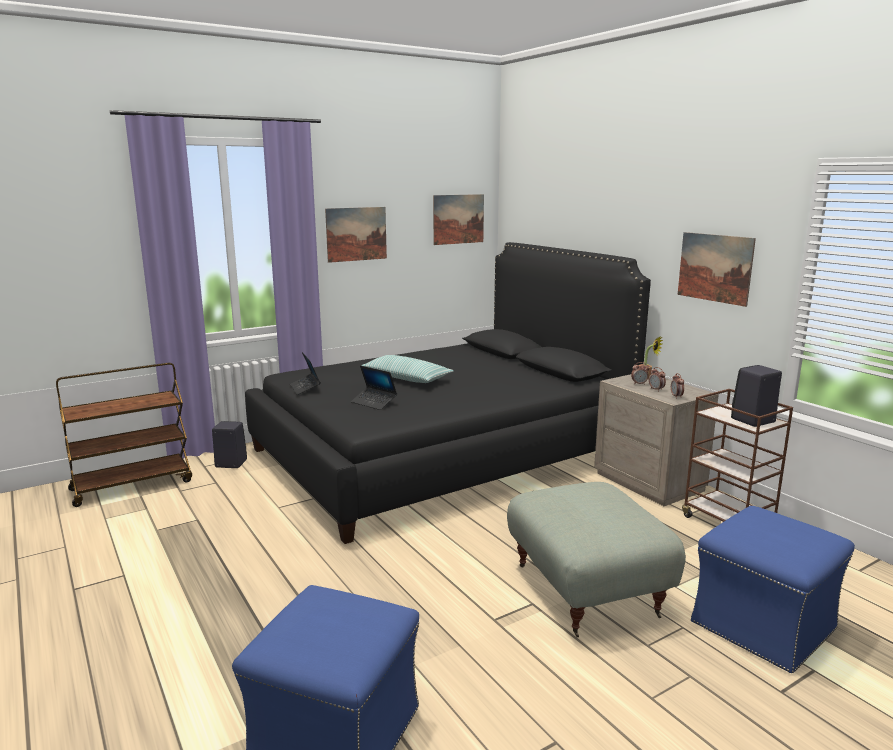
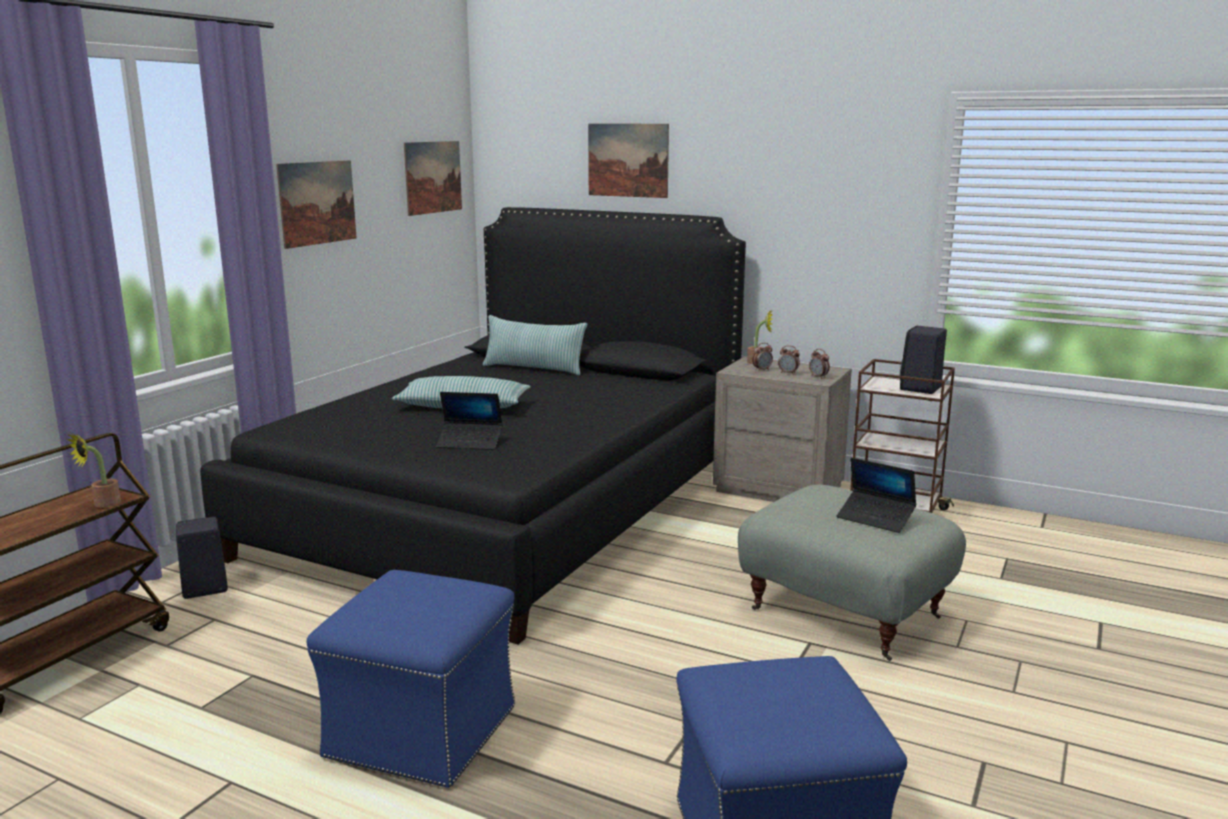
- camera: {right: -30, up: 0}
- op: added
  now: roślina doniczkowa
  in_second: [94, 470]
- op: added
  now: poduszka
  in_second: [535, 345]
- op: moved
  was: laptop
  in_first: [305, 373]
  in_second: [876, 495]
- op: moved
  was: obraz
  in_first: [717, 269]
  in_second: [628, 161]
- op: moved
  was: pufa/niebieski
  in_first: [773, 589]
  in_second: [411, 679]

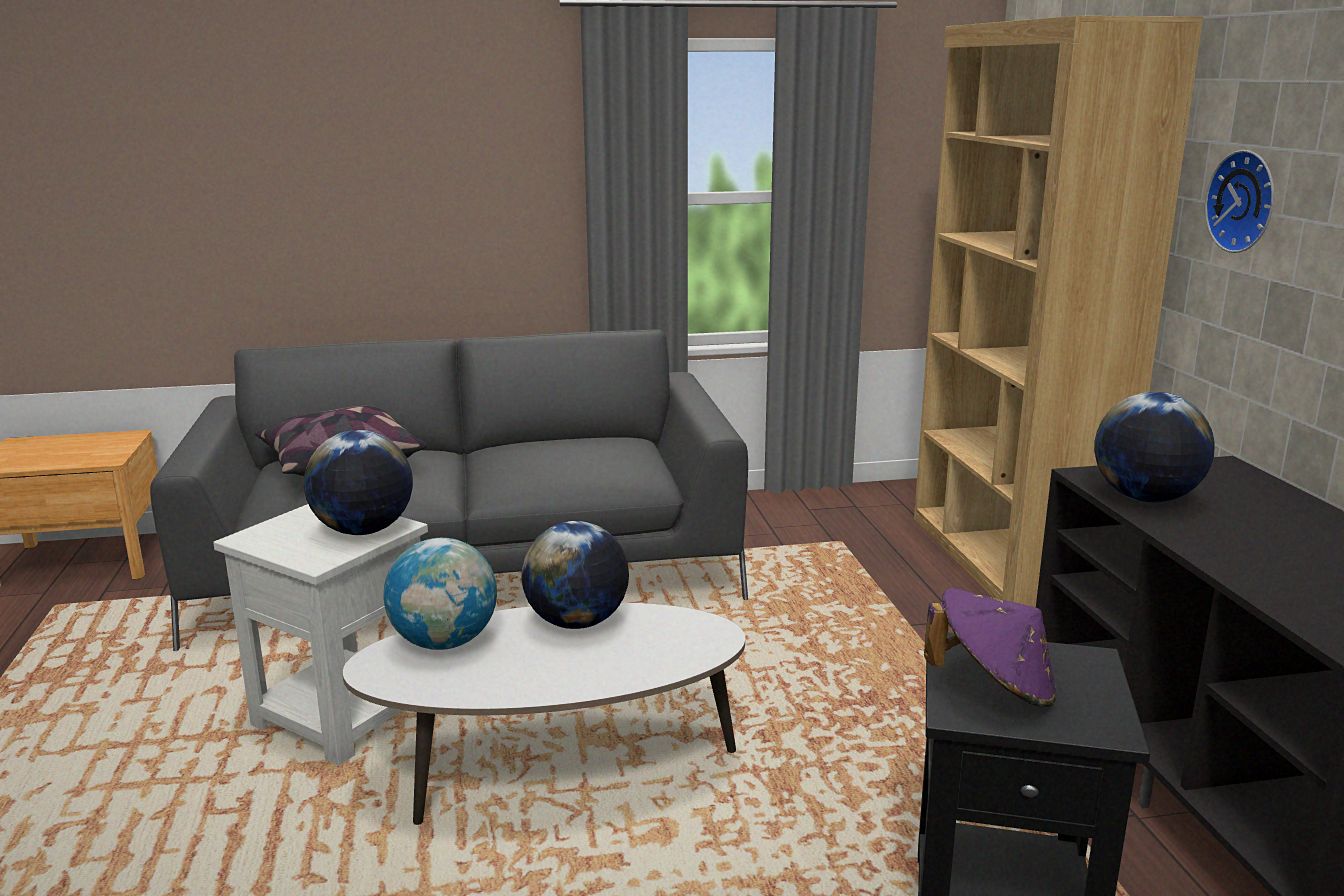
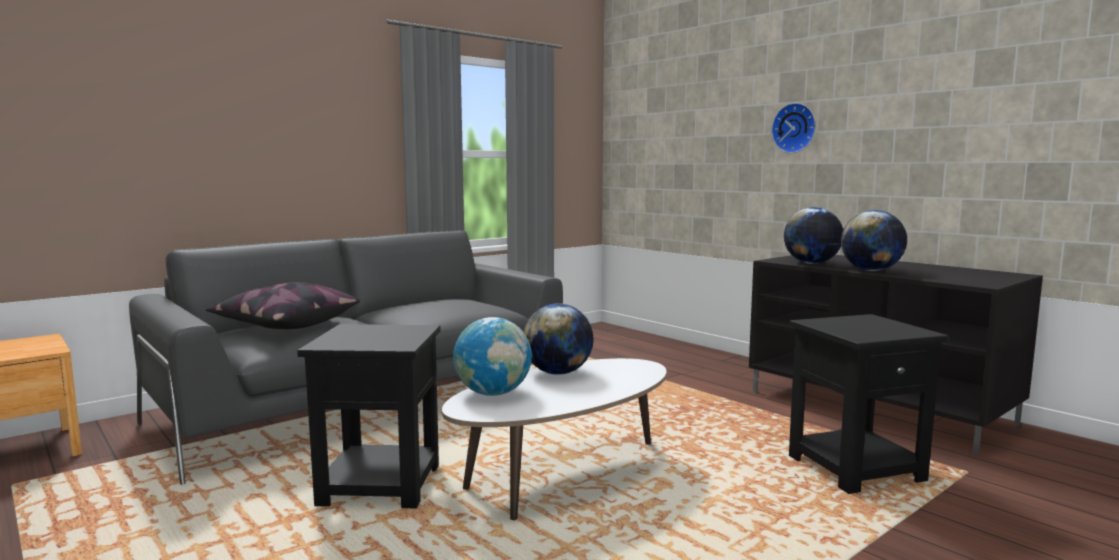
- camera: {right: -30, up: -10}
- op: removed
  was: regał/brązowy
  in_first: [1058, 311]
- op: removed
  was: kapelusz/fioletowy
  in_first: [990, 647]
- op: moved
  was: globus
  in_first: [358, 482]
  in_second: [874, 240]
- op: recoloured
  was: stolik/biały
  now: stolik/czarny
  in_first: [320, 635]
  in_second: [369, 416]

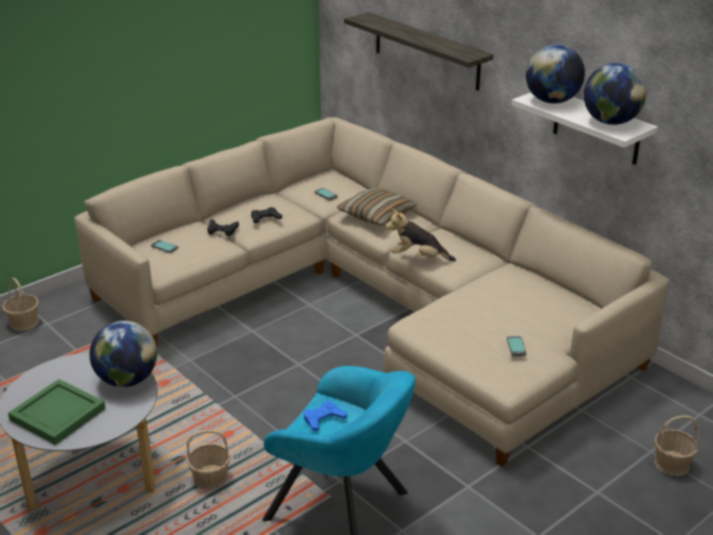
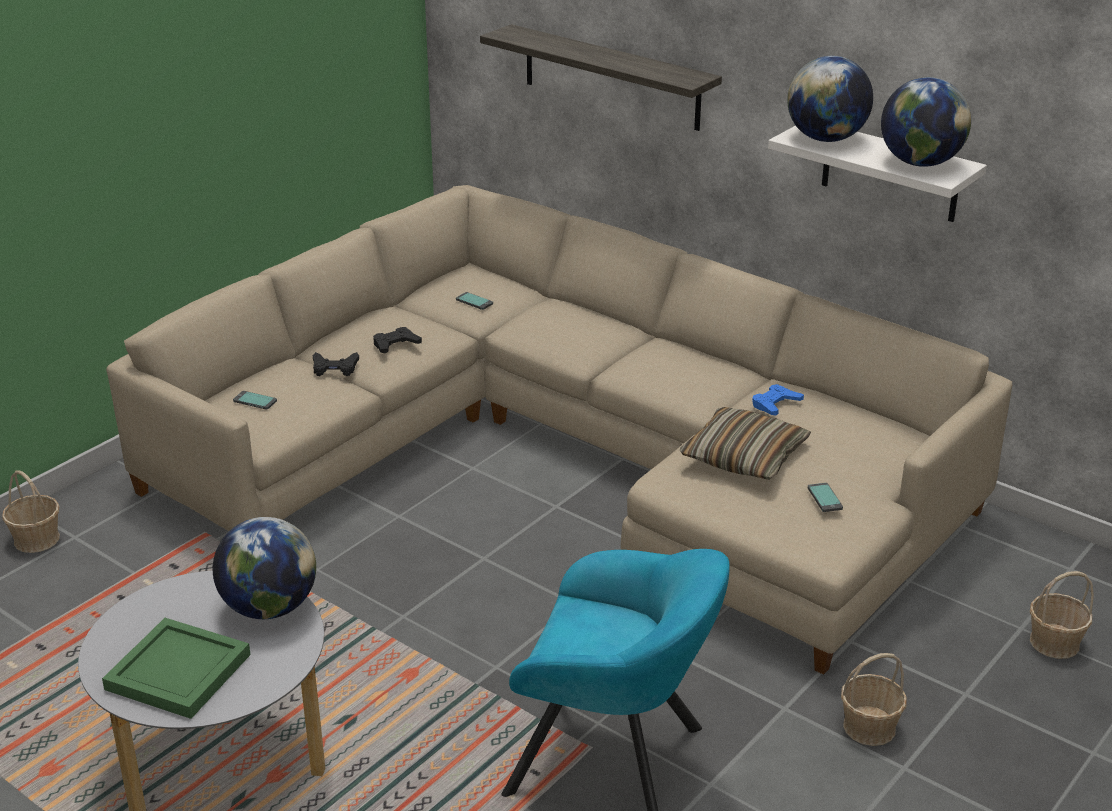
- camera: {right: -10, up: 0}
- op: removed
  was: pluszak
  in_first: [421, 235]
- op: moved
  was: koszyk
  in_first: [209, 460]
  in_second: [874, 699]
- op: moved
  was: pad do gier/niebieski
  in_first: [325, 416]
  in_second: [778, 399]
- op: moved
  was: poduszka
  in_first: [377, 207]
  in_second: [745, 443]

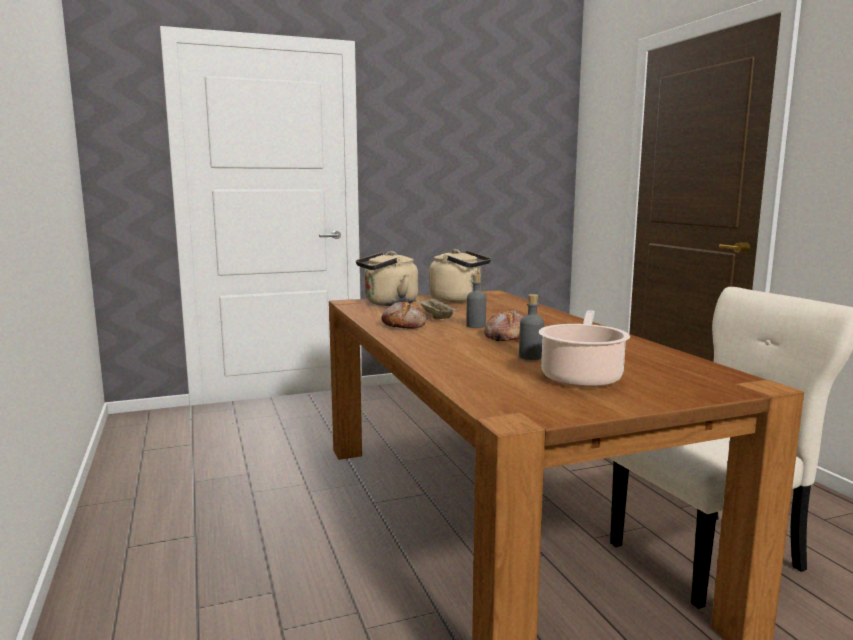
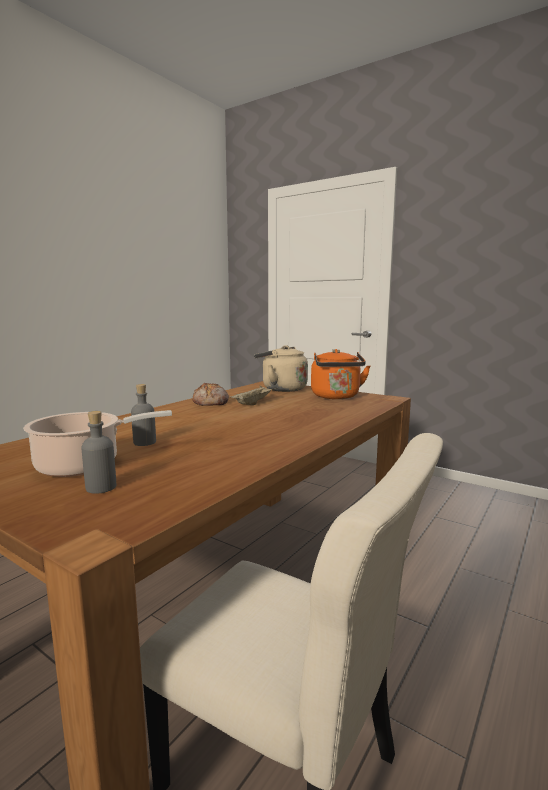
- camera: {right: 55, up: 0}
- op: removed
  was: chleb
  in_first: [503, 325]
- op: moved
  was: butelka/szary
  in_first: [476, 301]
  in_second: [98, 452]
- op: recoloured
  was: czajnik/beżowy
  now: czajnik/pomarańczowy
  in_first: [460, 275]
  in_second: [340, 374]

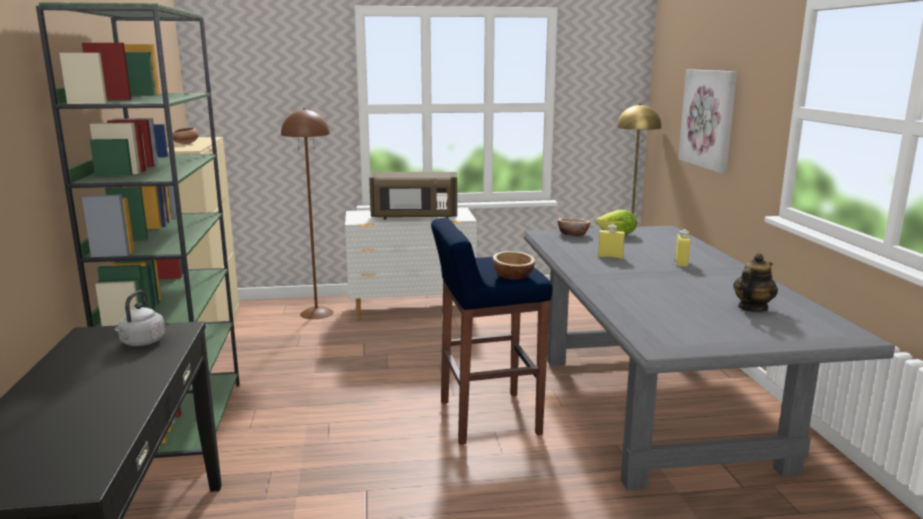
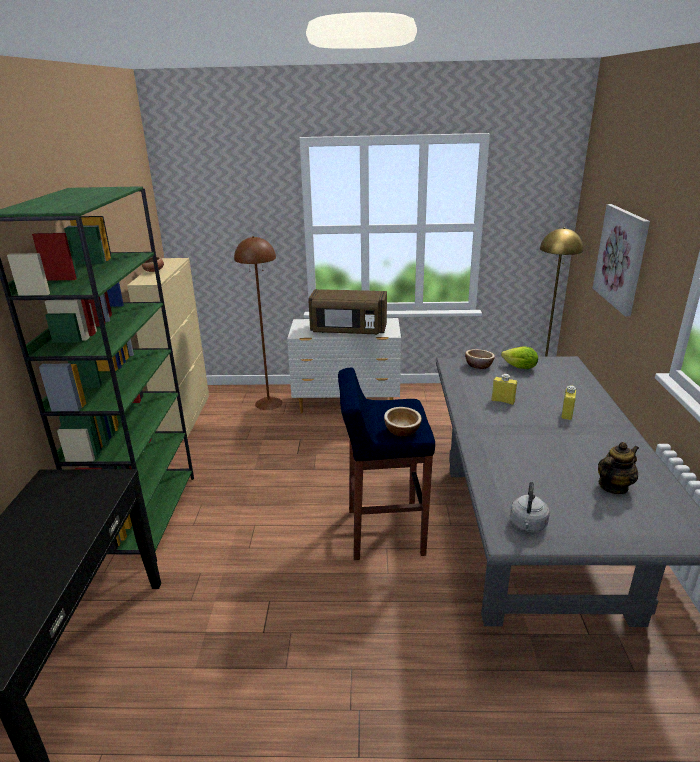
- camera: {right: 10, up: 10}
- op: moved
  was: czajnik/szary
  in_first: [140, 318]
  in_second: [530, 507]

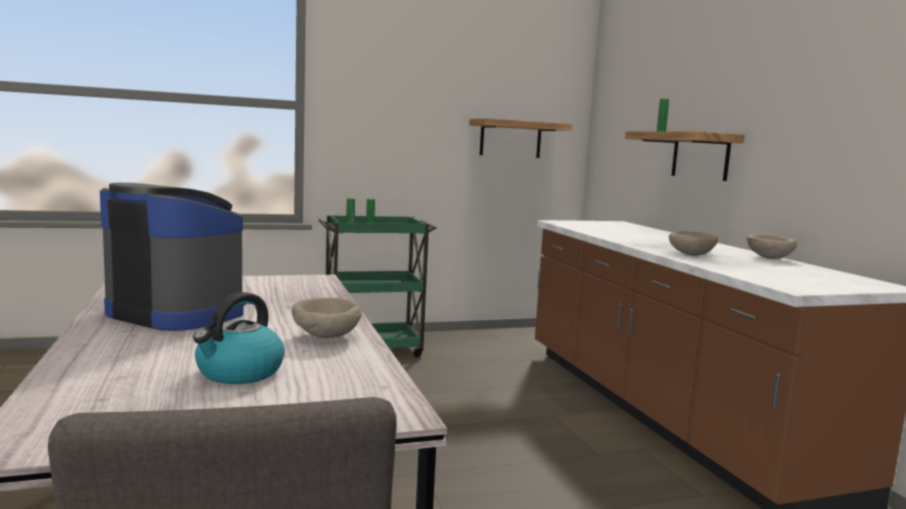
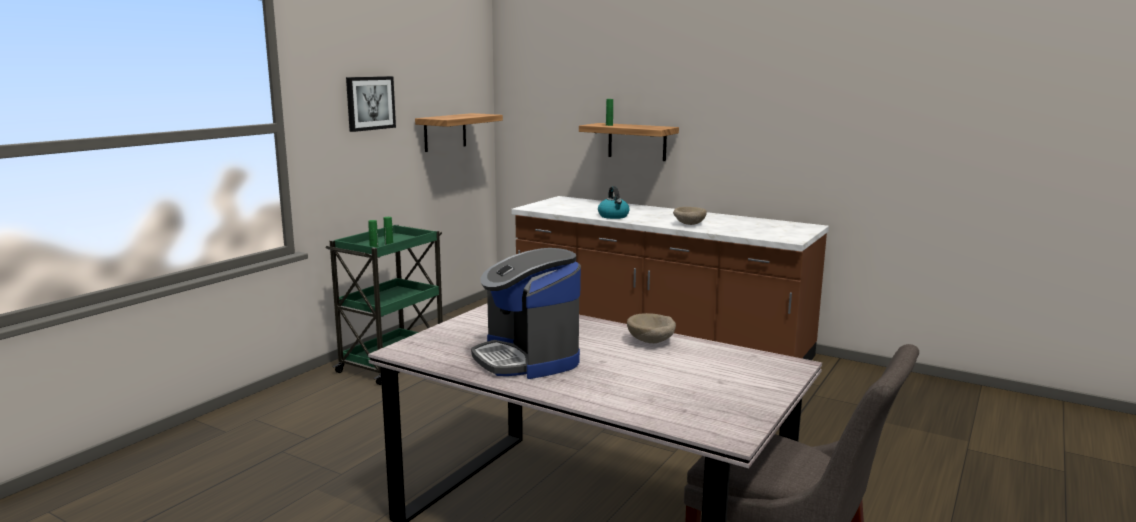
- camera: {right: -40, up: 5}
- op: removed
  was: miska/beżowy
  in_first: [772, 247]
- op: added
  now: obraz
  in_second: [371, 104]
- op: moved
  was: czajnik
  in_first: [239, 338]
  in_second: [614, 202]
- op: turned
  was: ekspres do kawy
  in_first: [173, 257]
  in_second: [526, 313]
  clockwise: -105

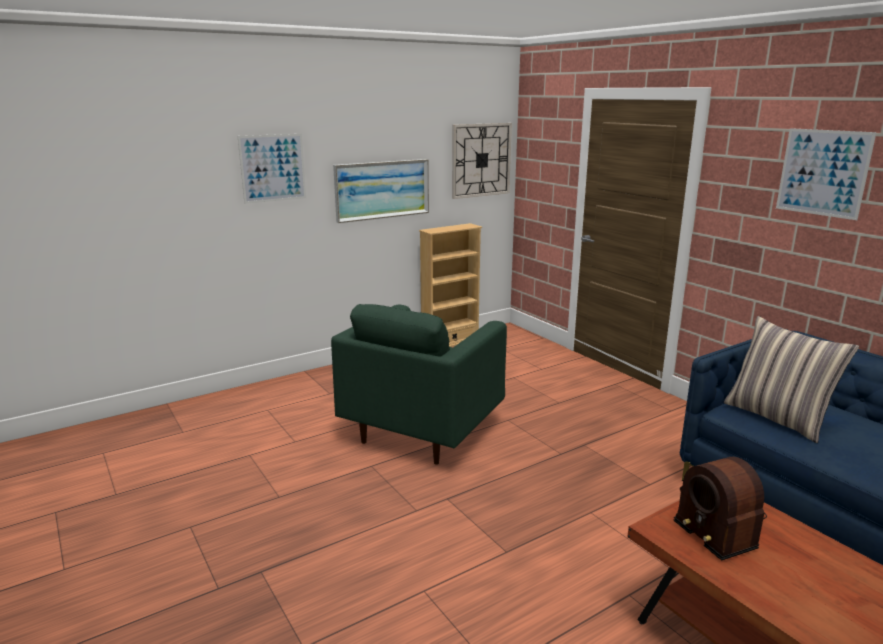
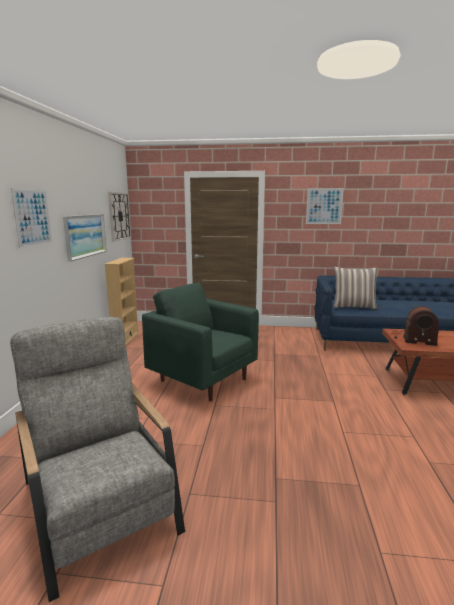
- camera: {right: -50, up: -5}
- op: added
  now: fotel/szary
  in_second: [97, 459]
- op: turned
  was: fotel/zielony
  in_first: [419, 384]
  in_second: [200, 342]
  clockwise: 150

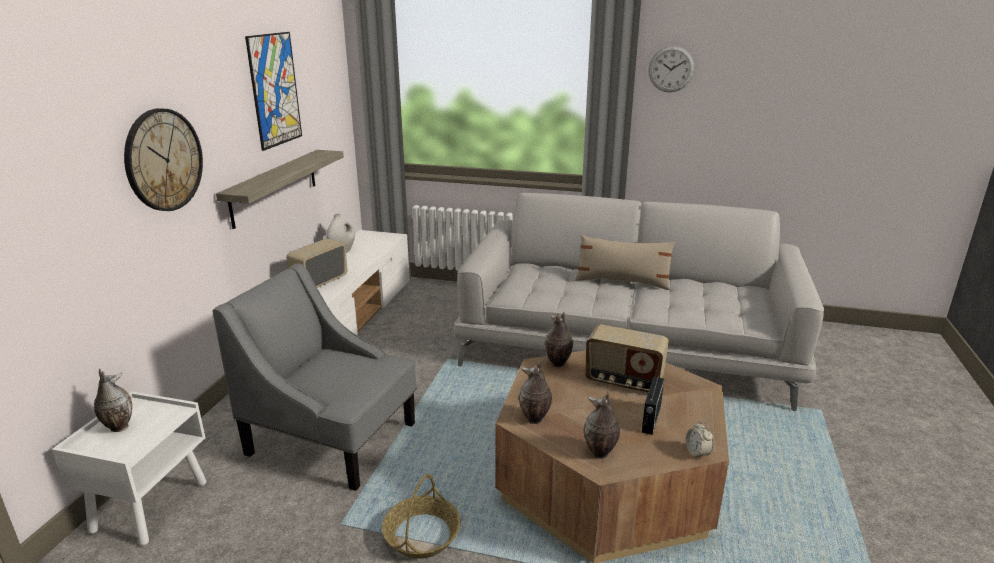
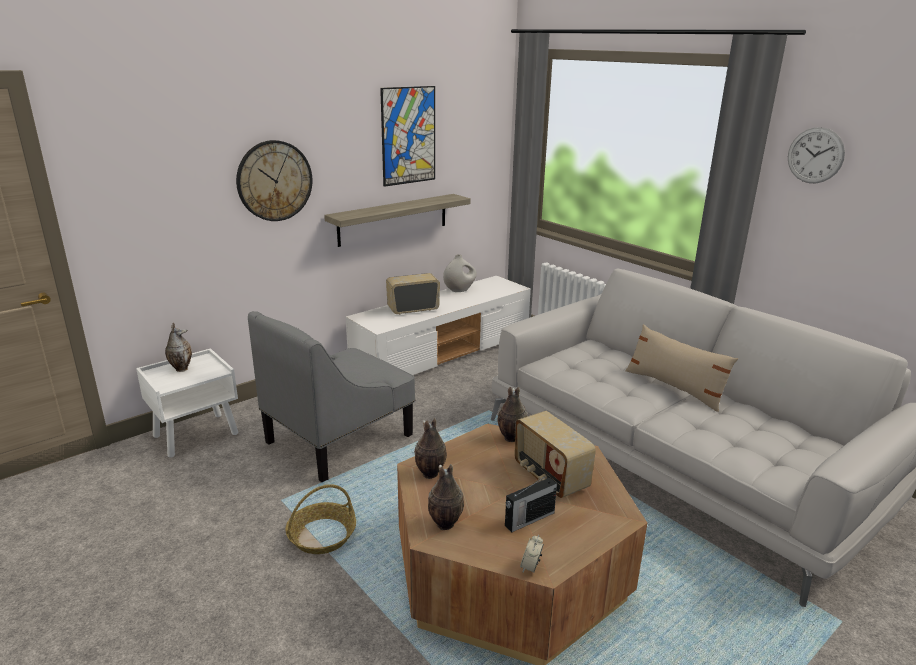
- camera: {right: 35, up: 0}
- op: turned
  was: fotel/szary
  in_first: [315, 377]
  in_second: [331, 396]
  clockwise: -105

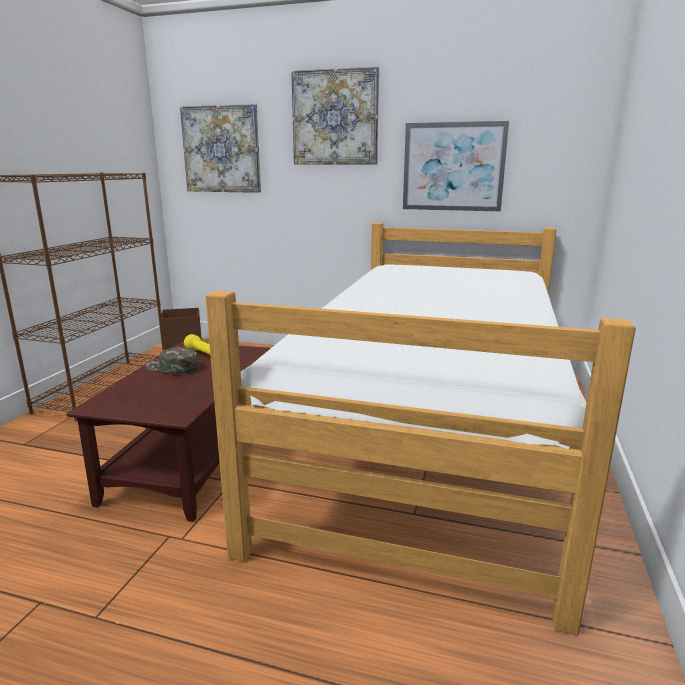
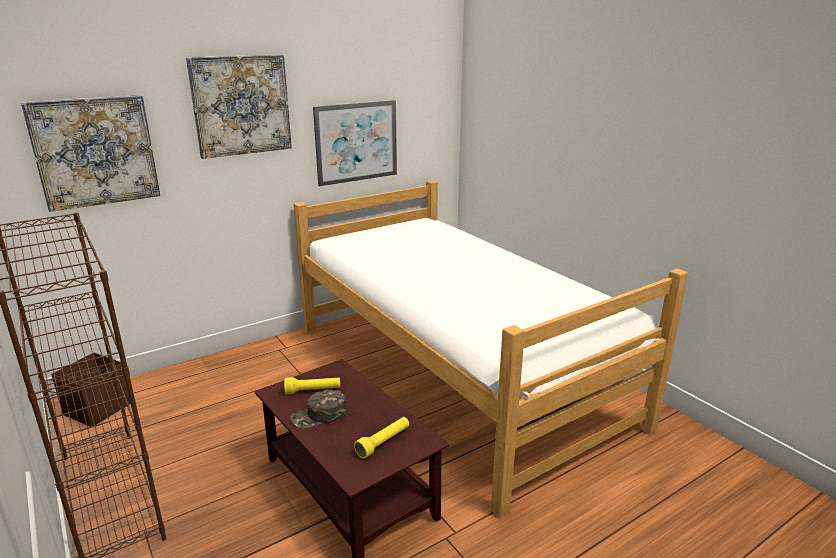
- camera: {right: -50, up: 5}
- op: added
  now: latarka/żółty
  in_second: [381, 438]

